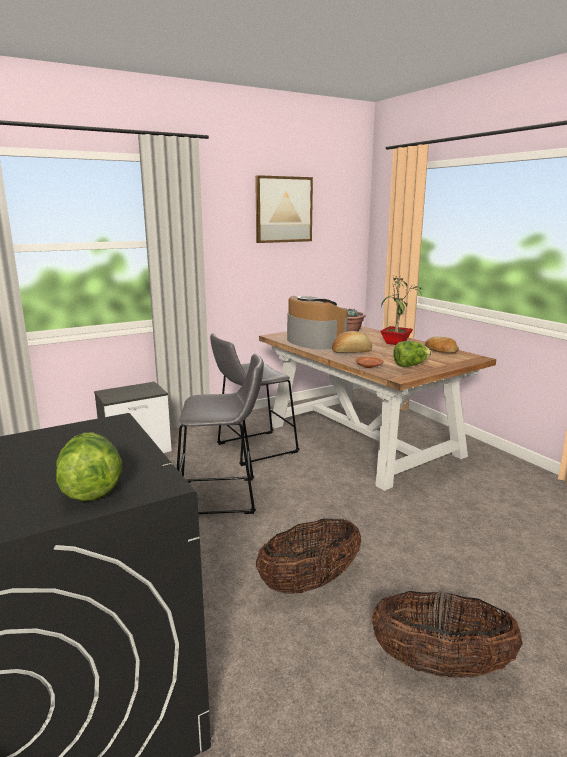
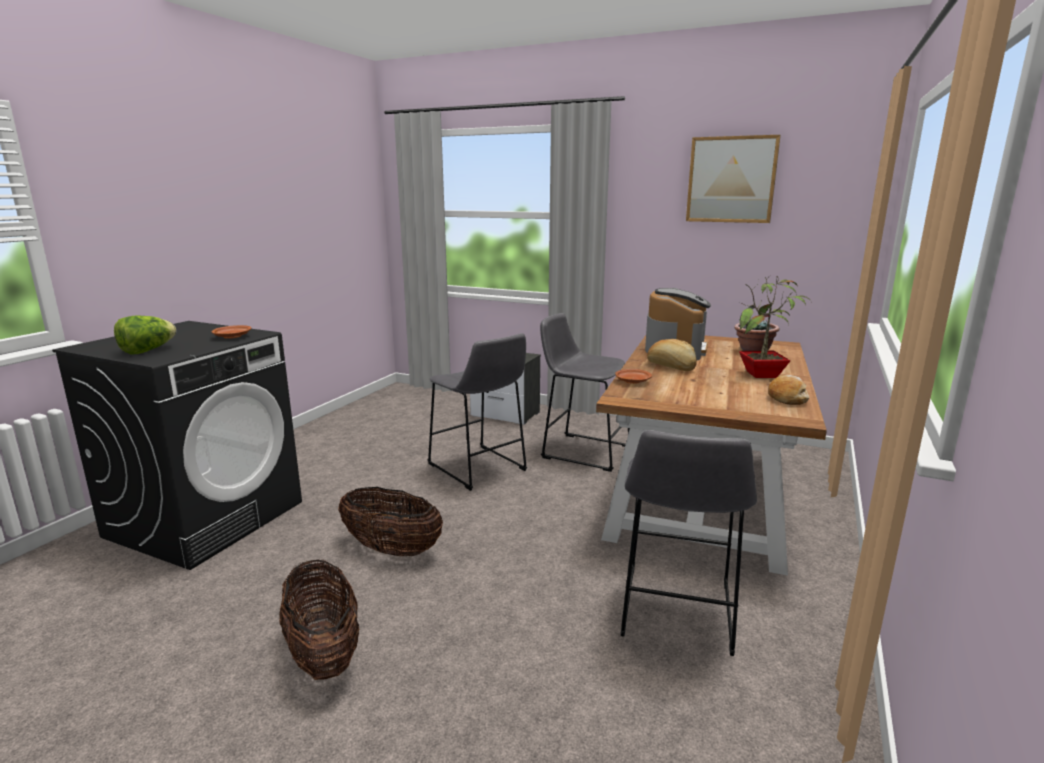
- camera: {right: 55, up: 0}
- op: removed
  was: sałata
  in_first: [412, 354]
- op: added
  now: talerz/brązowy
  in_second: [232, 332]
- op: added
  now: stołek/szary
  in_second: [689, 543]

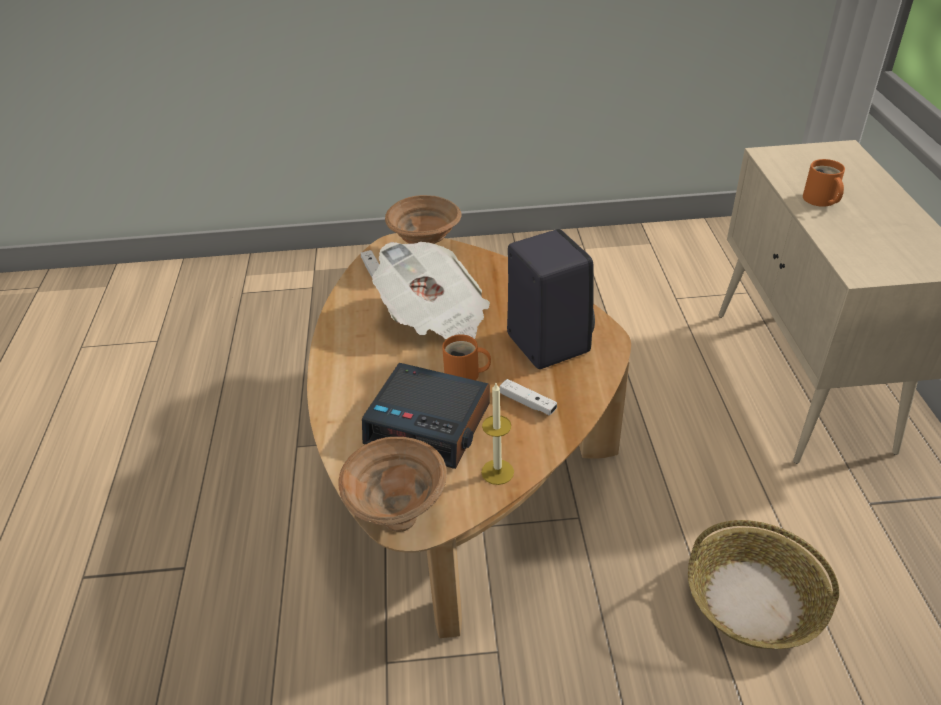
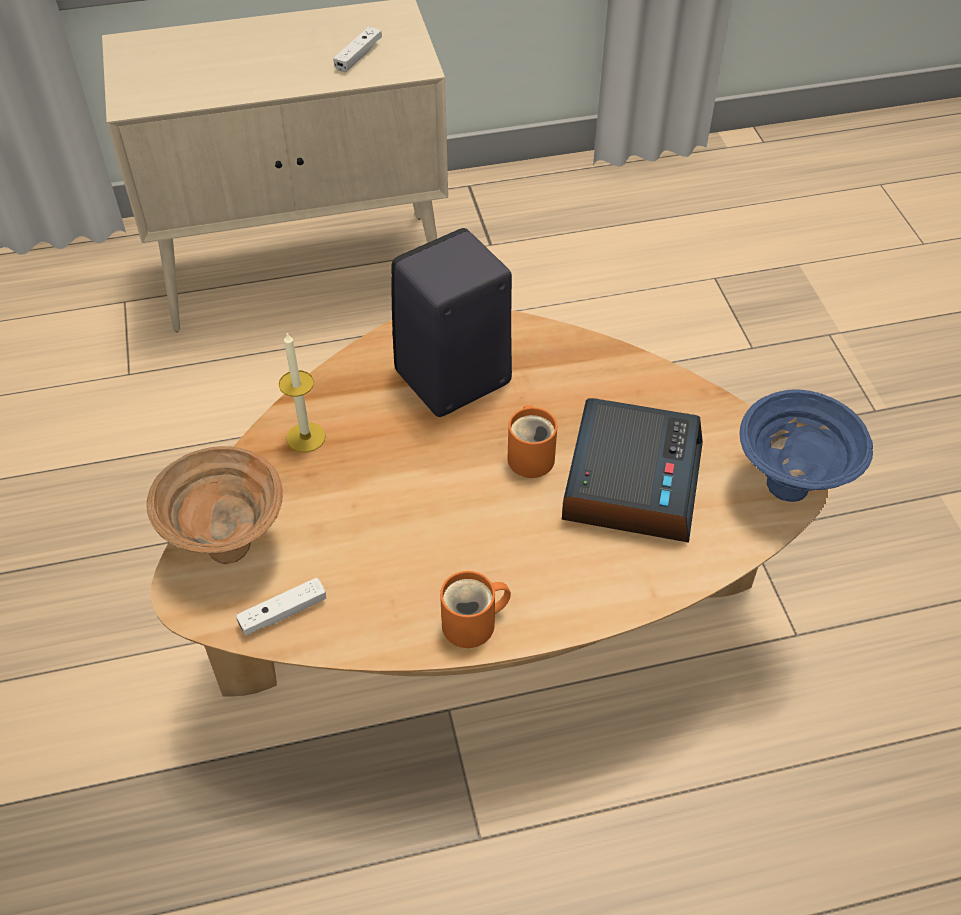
- camera: {right: -100, up: 10}
- op: removed
  was: gazeta
  in_first: [431, 290]
- op: removed
  was: koszyk
  in_first: [763, 584]
- op: moved
  was: świeca
  in_first: [497, 434]
  in_second: [302, 392]
- op: moved
  was: pad do gier/biały
  in_first: [528, 397]
  in_second: [357, 49]
- op: moved
  was: kubek/pomarańczowy
  in_first: [824, 183]
  in_second: [475, 609]
- op: recoloured
  was: miska/brązowy
  now: miska/niebieski
  in_first: [392, 484]
  in_second: [806, 445]

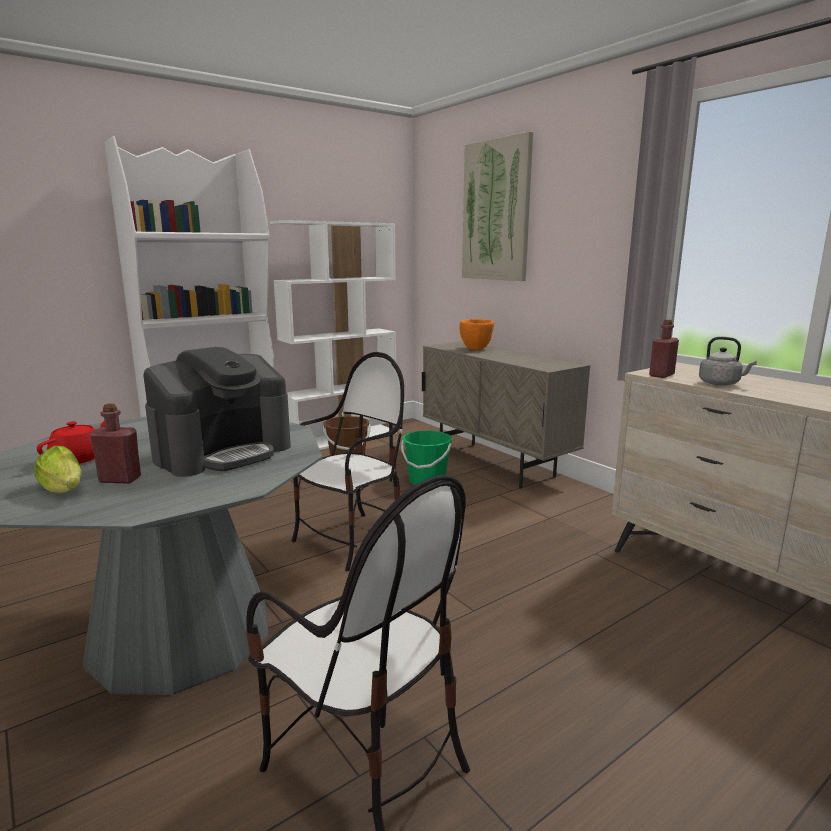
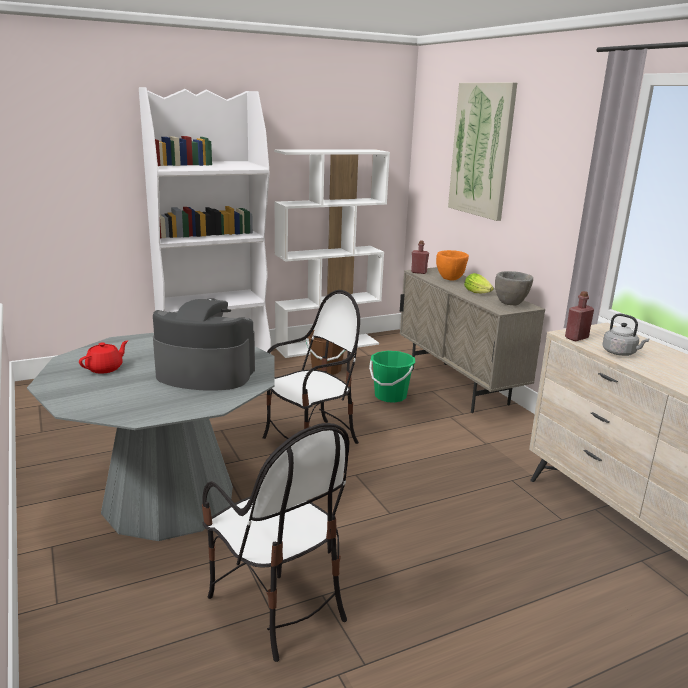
- camera: {right: 10, up: 5}
- op: added
  now: miska/szary
  in_second: [514, 288]
- op: moved
  was: sałata
  in_first: [57, 470]
  in_second: [479, 283]
- op: moved
  was: butelka/czerwony
  in_first: [115, 443]
  in_second: [420, 257]
- op: turned
  was: ekspres do kawy
  in_first: [217, 412]
  in_second: [204, 344]
  clockwise: -135

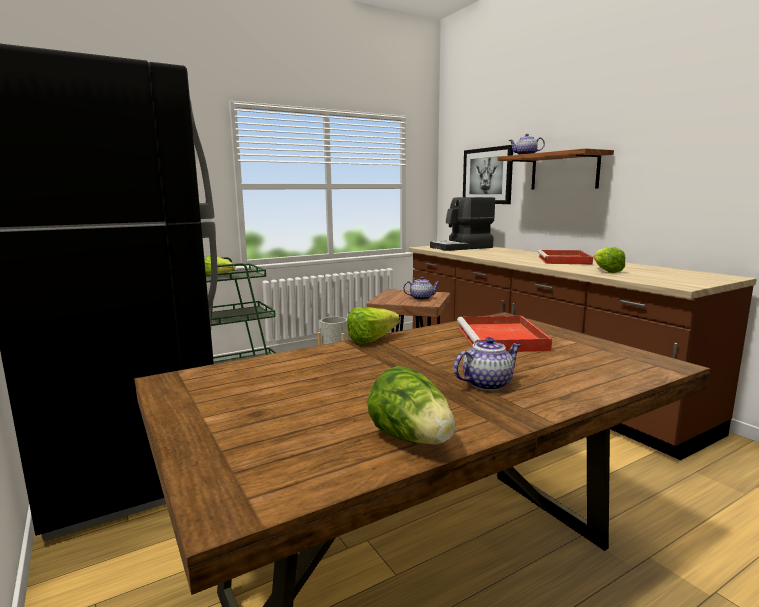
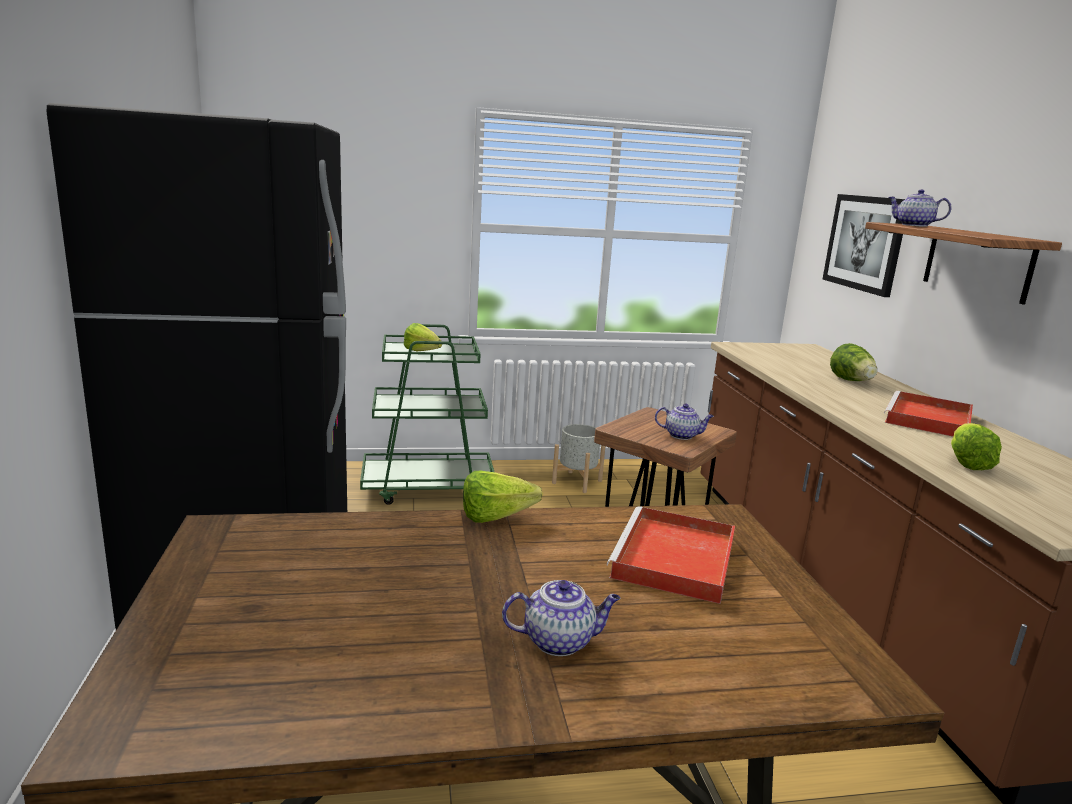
- camera: {right: 20, up: 5}
- op: removed
  was: ekspres do kawy
  in_first: [462, 224]
- op: moved
  was: sałata
  in_first: [411, 405]
  in_second: [853, 362]

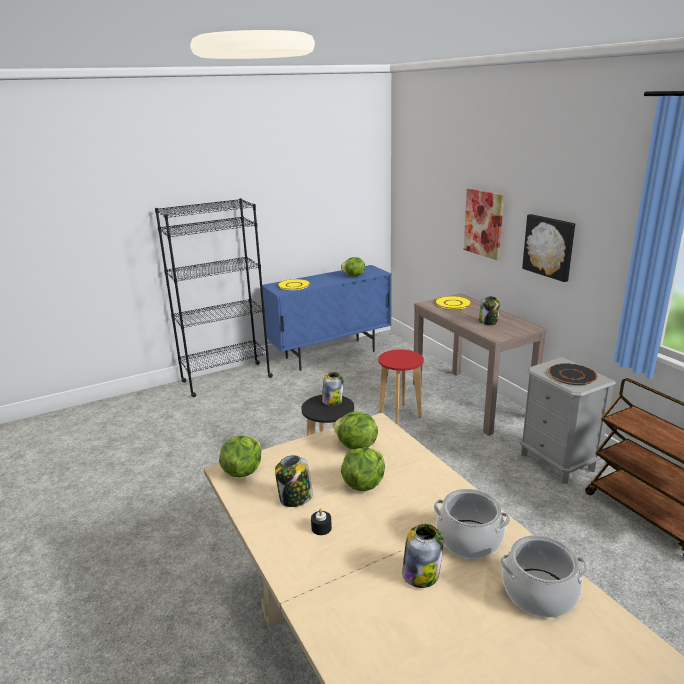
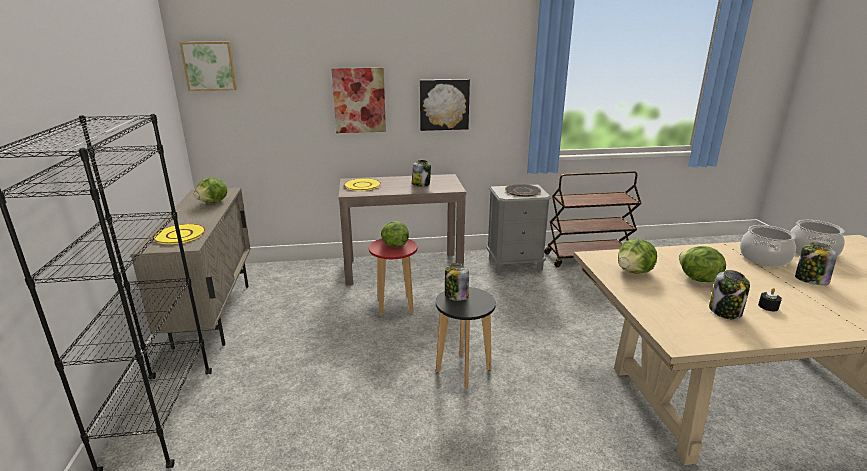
- camera: {right: -70, up: 0}
- op: added
  now: obraz
  in_second: [208, 66]
- op: moved
  was: sałata
  in_first: [240, 456]
  in_second: [395, 234]
- op: recoloured
  was: szafka/niebieski
  now: szafka/beżowy
  in_first: [327, 318]
  in_second: [190, 269]

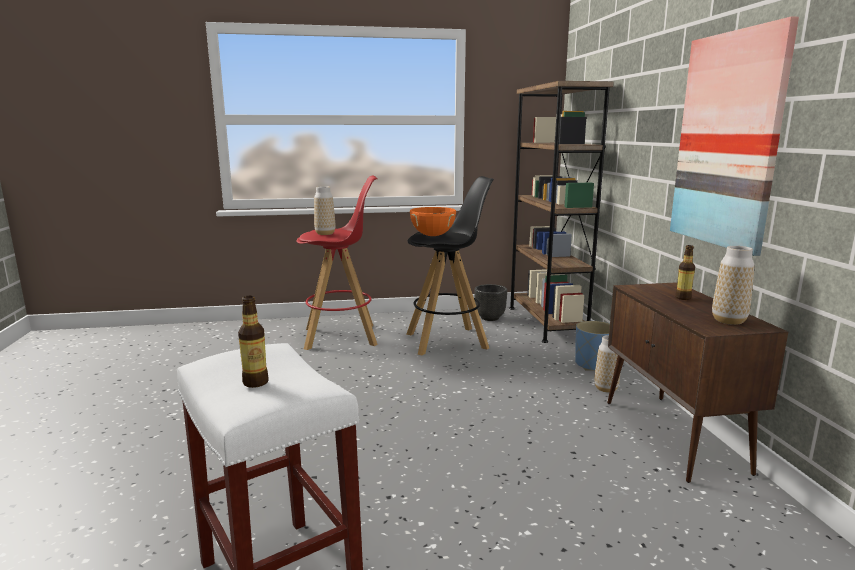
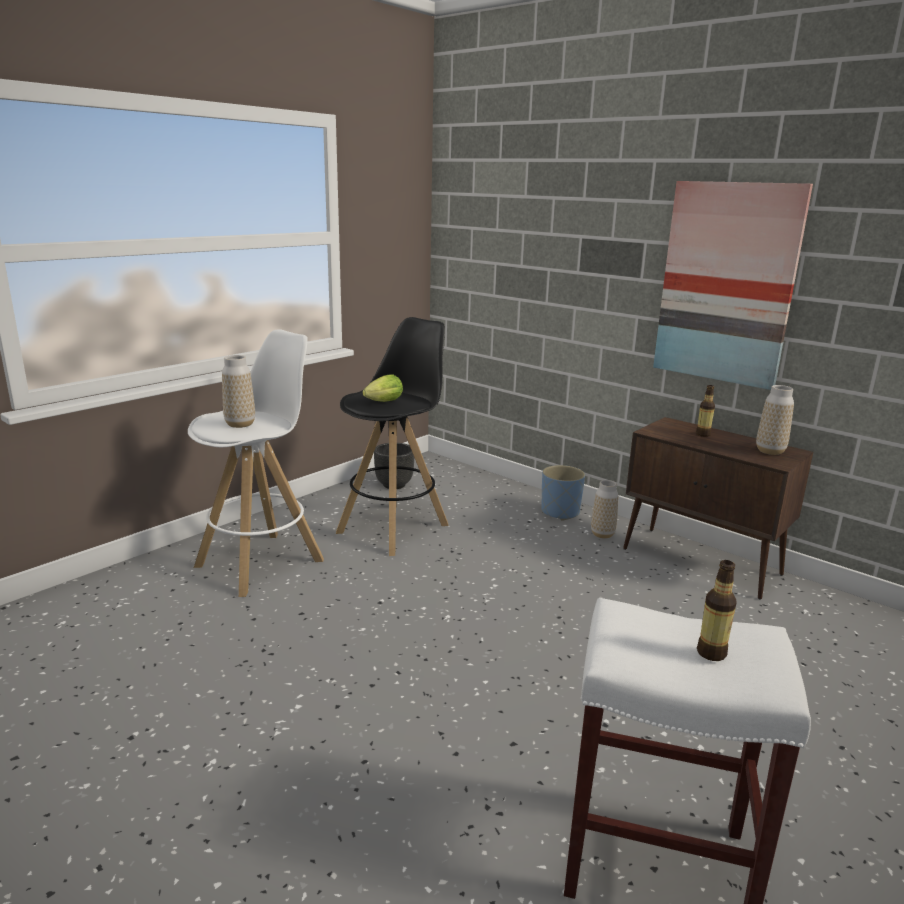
- camera: {right: -40, up: 5}
- op: removed
  was: regał/brązowy
  in_first: [561, 212]
- op: replaced
  was: garnek/pomarańczowy
  now: sałata
  in_first: [433, 221]
  in_second: [383, 388]
- op: recoloured
  was: stołek/czerwony
  now: stołek/biały
  in_first: [337, 262]
  in_second: [256, 463]

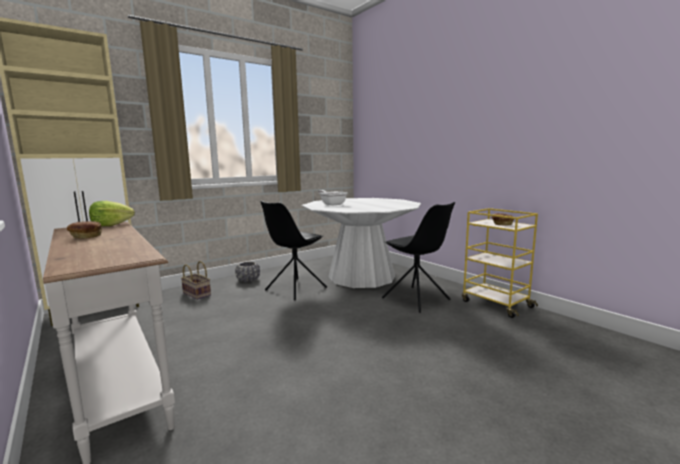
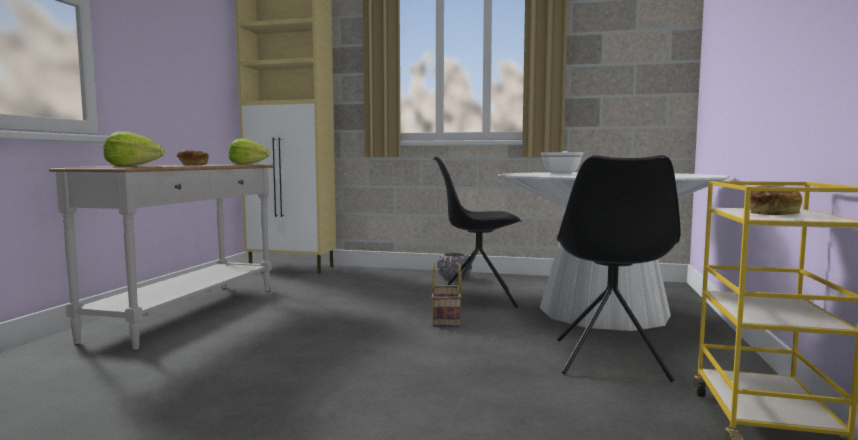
- camera: {right: 50, up: -5}
- op: added
  now: sałata
  in_second: [134, 149]
- op: moved
  was: koszyk
  in_first: [196, 280]
  in_second: [446, 295]

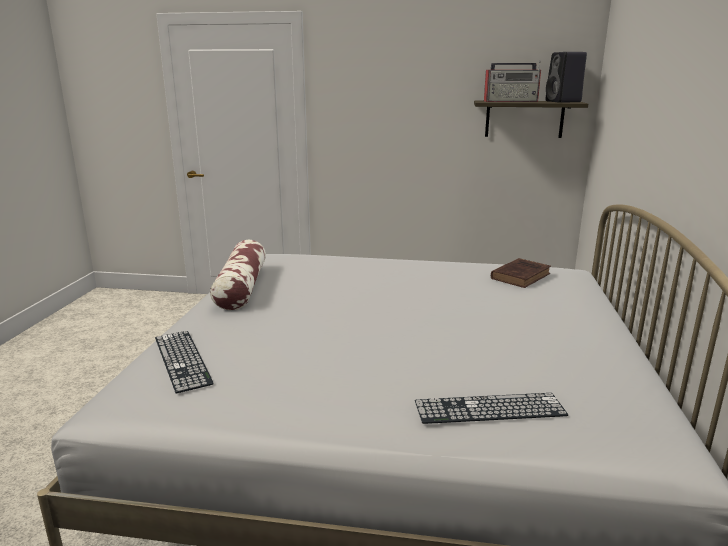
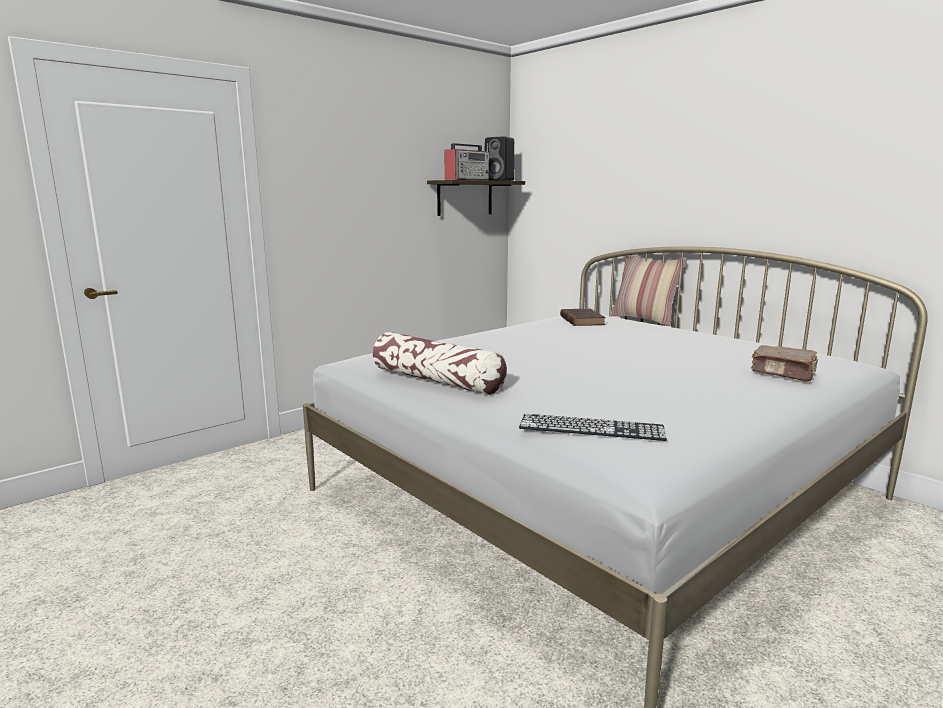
- camera: {right: -50, up: -5}
- op: added
  now: poduszka
  in_second: [648, 290]
- op: replaced
  was: klawiatura
  now: książka/brązowy
  in_first: [491, 408]
  in_second: [784, 363]

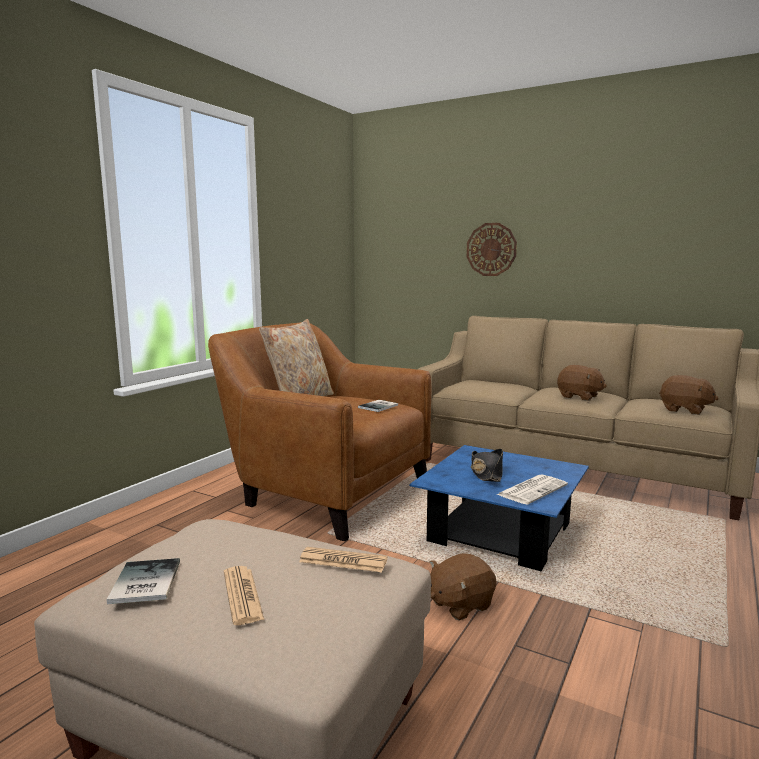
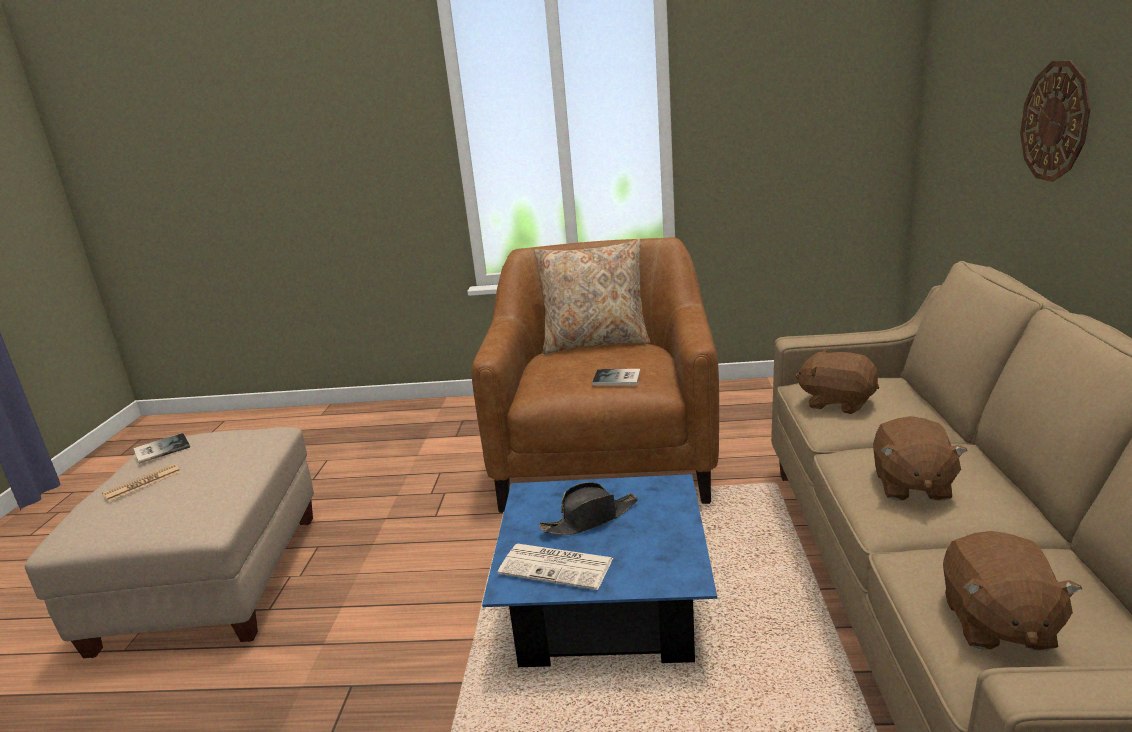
- camera: {right: 65, up: 10}
- op: removed
  was: gazeta
  in_first: [343, 559]
- op: moved
  was: pluszak/brązowy
  in_first: [462, 586]
  in_second: [837, 381]

